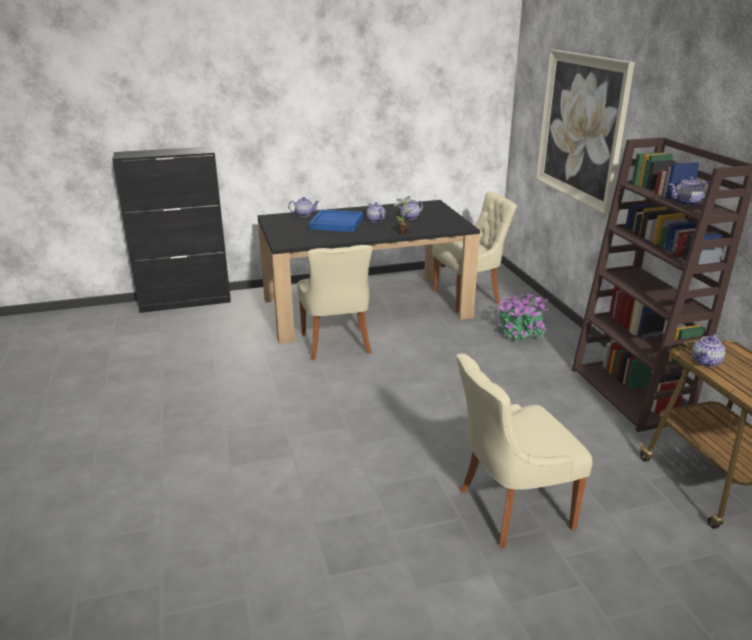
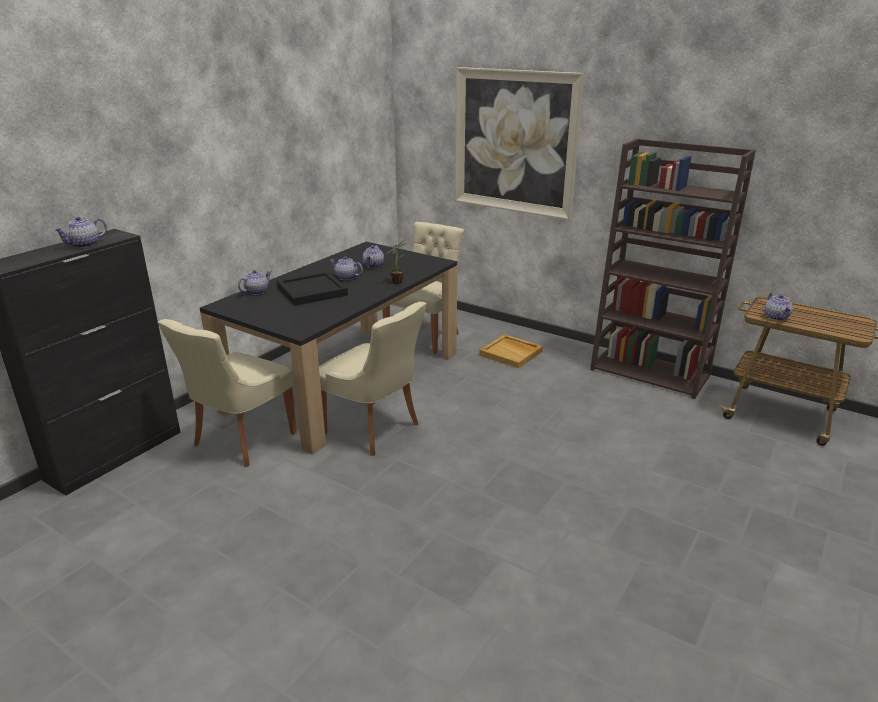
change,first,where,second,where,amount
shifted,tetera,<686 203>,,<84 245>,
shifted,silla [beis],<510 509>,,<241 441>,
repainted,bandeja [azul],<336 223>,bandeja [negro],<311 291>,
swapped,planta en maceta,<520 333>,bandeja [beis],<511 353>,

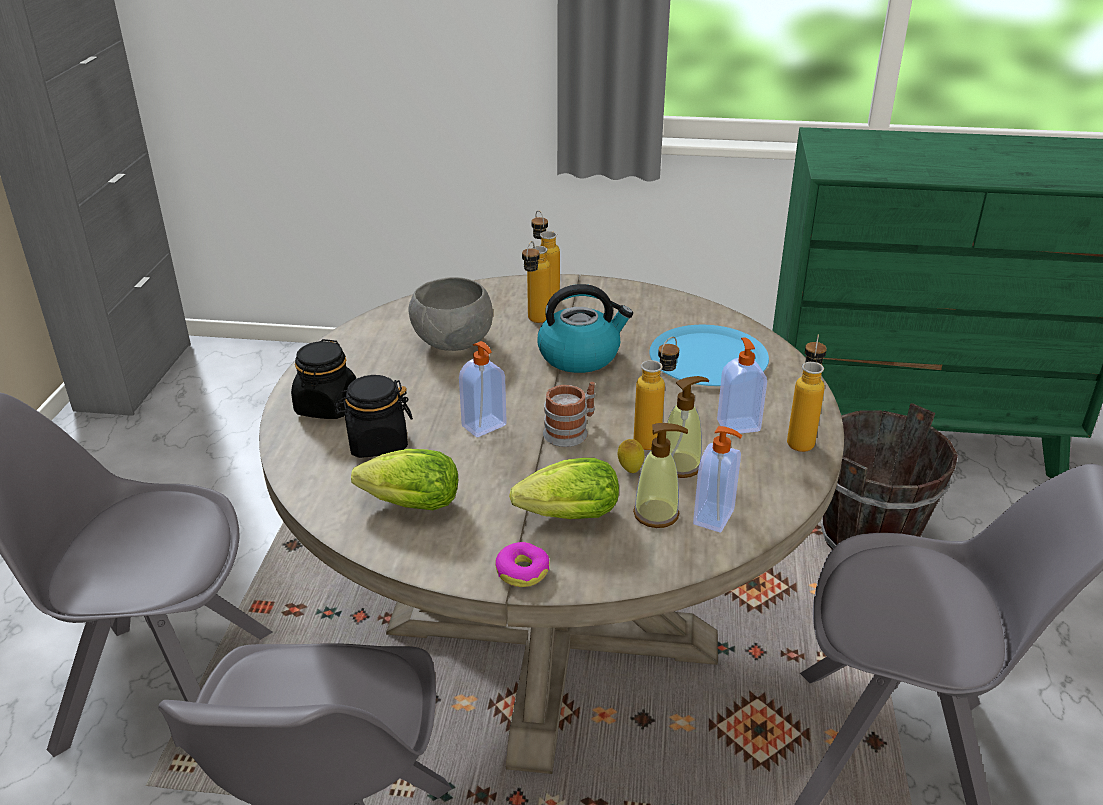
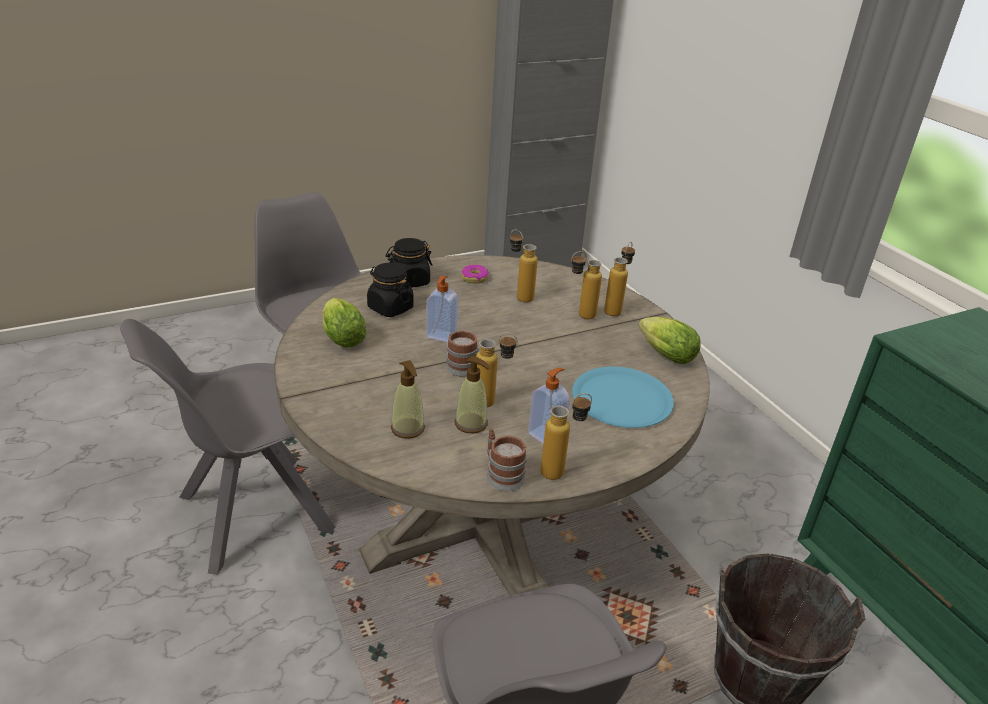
change,first,where,second,where,amount
shifted,rosquilla,<522 571>,,<474 278>,
new,,,taza grande,<502 474>,
swapped,cuenco [gris],<454 343>,botella,<519 296>,
shifted,lechuga,<563 517>,,<663 354>,
gone,hervidor,<580 356>,,,
gone,limón,<630 470>,,,
gone,dispensador de jabón,<715 517>,,,

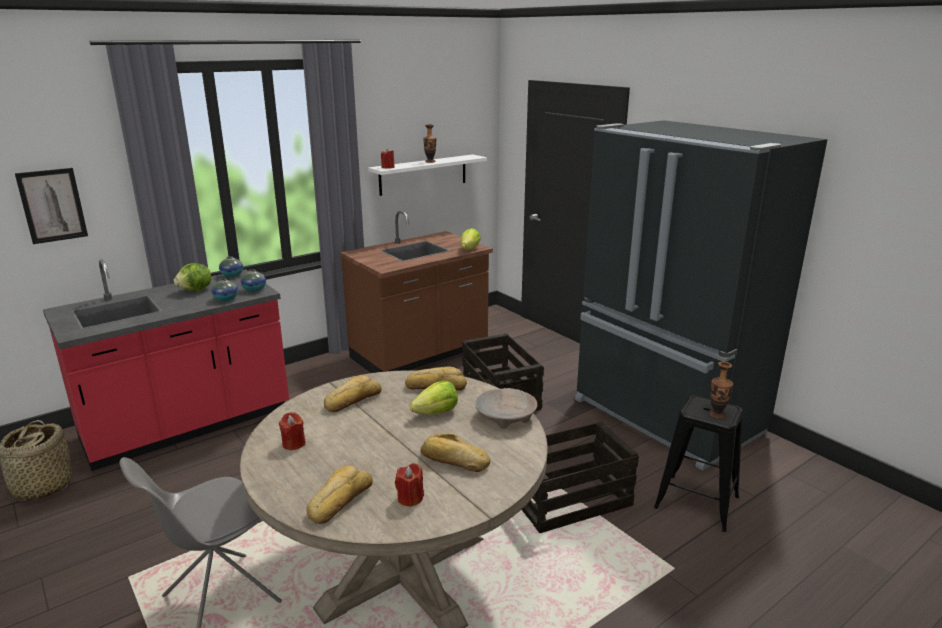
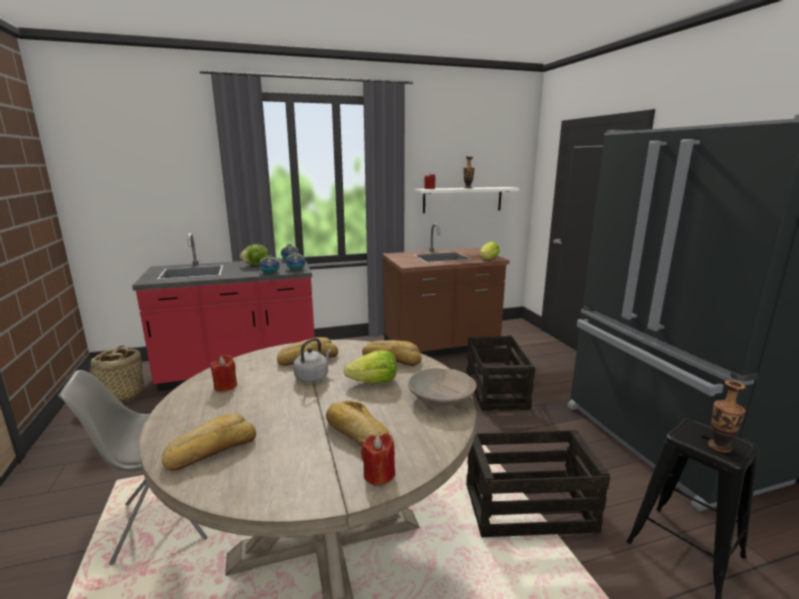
change,first,where,second,where,amount
new,,,hervidor [gris],<313 377>,
shifted,vela [rojo],<410 498>,,<379 475>,
gone,cuadro,<52 205>,,,

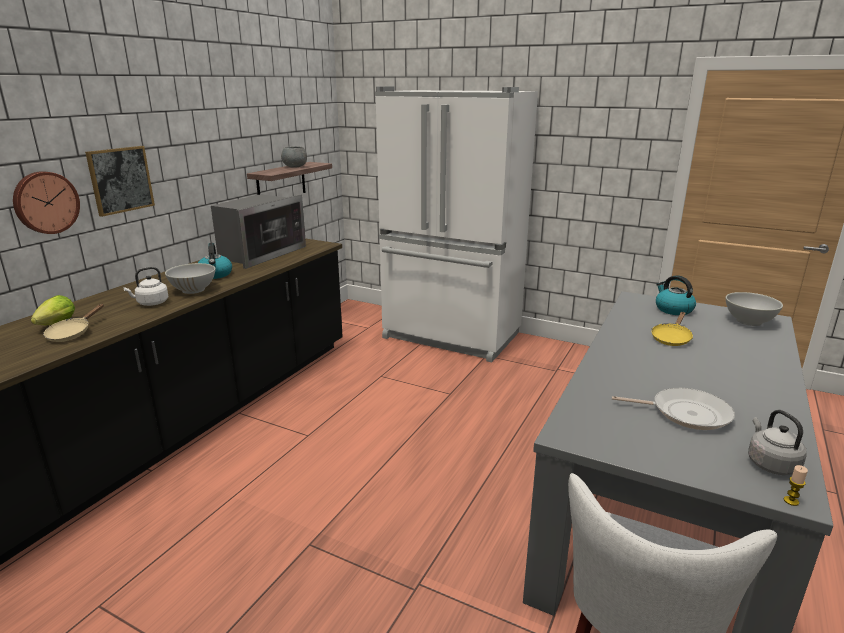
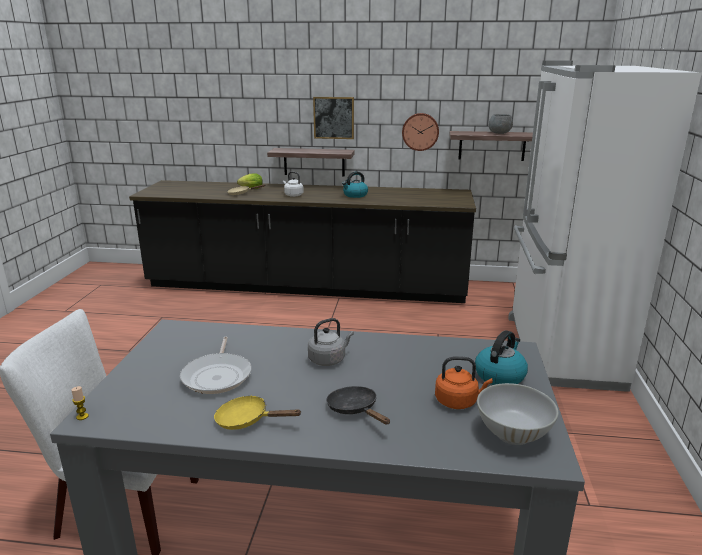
change,first,where,second,where,amount
shifted,sartén [amarillo],<671 338>,,<247 420>,
new,,,estante,<314 162>,
shifted,hervidor [gris],<770 463>,,<328 359>,
new,,,sartén [negro],<355 409>,
shifted,reloj de pared,<45 202>,,<420 131>,
new,,,hervidor [naranja],<458 401>,
gone,cuenco [blanco],<193 290>,,,
gone,microondas,<260 253>,,,

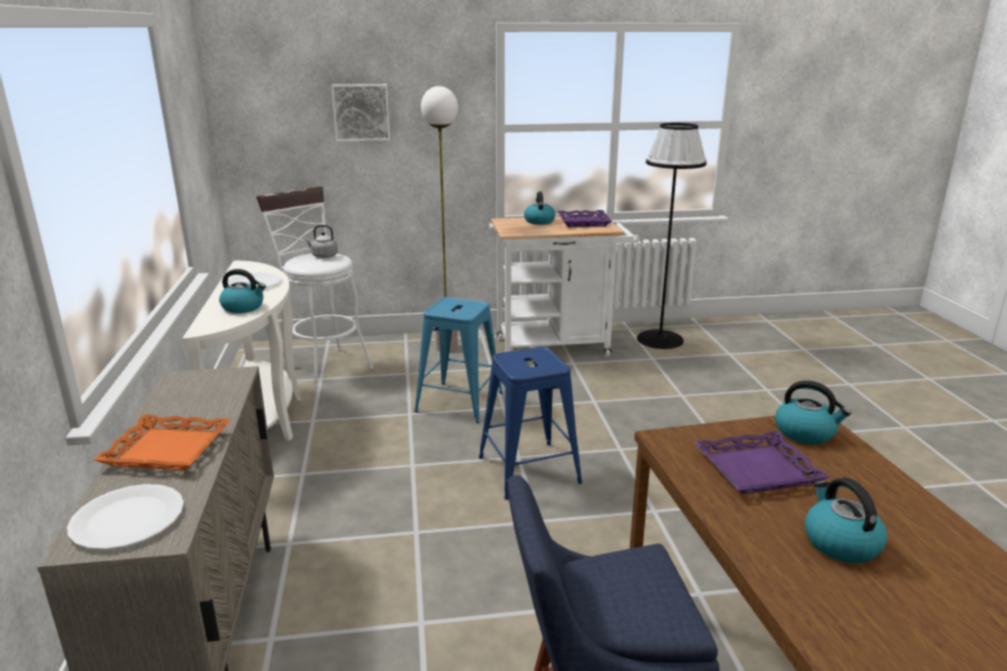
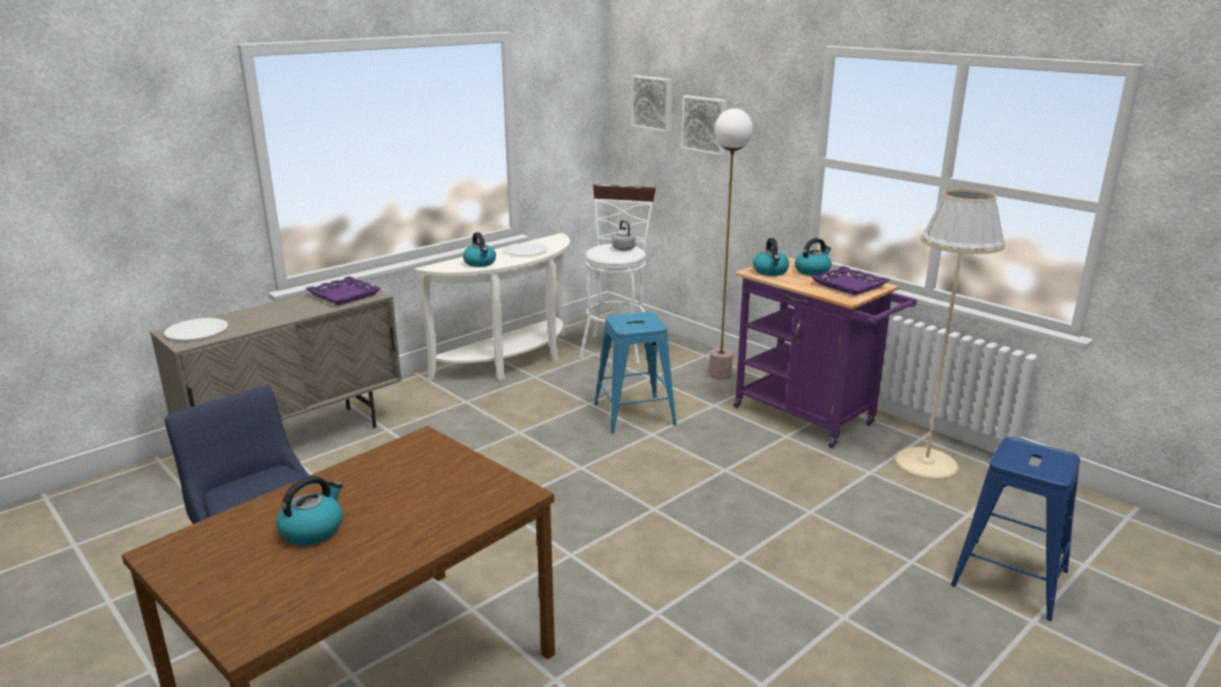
change,first,where,second,where,amount
shifted,bandeja [morado],<757 469>,,<344 295>,
new,,,cuadro,<653 103>,
repainted,carrito [blanco],<559 346>,carrito [morado],<810 418>,
shifted,hervidor,<805 432>,,<770 271>,
repainted,lámpara de pie [negro],<660 339>,lámpara de pie [beis],<926 463>,
shifted,taburete [azul],<529 470>,,<1010 579>,
gone,bandeja [naranja],<167 450>,,,

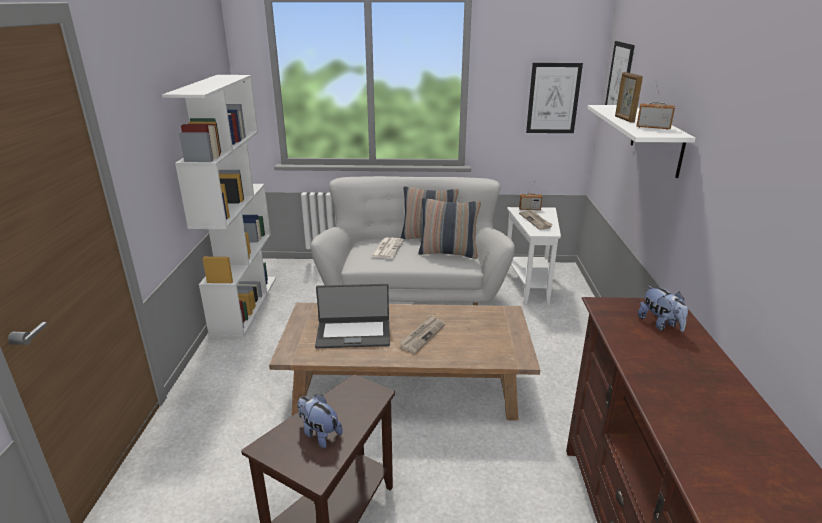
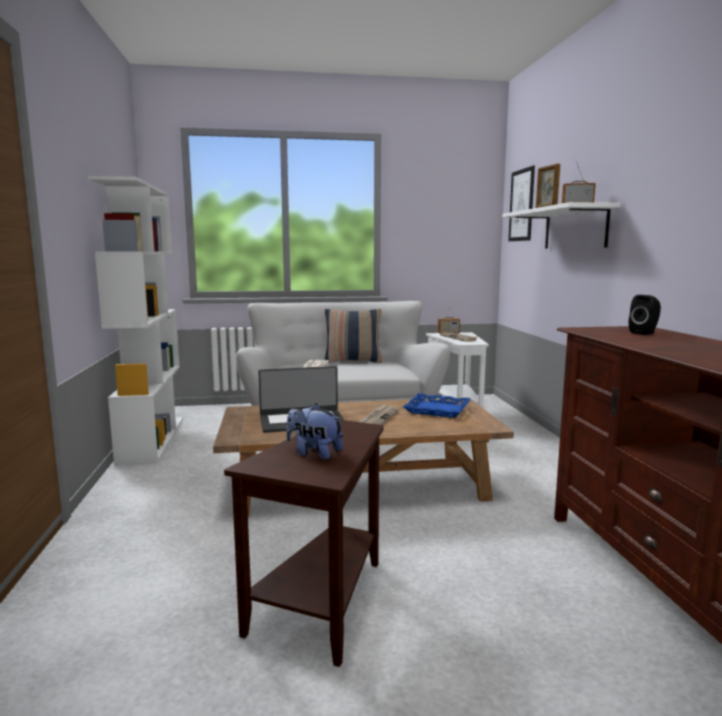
change,first,where,second,where,amount
new,,,bandeja [azul],<437 409>,
swapped,peluche,<660 324>,altavoz [negro],<644 333>,
gone,cojín,<448 253>,,,
gone,cuadro,<553 98>,,,

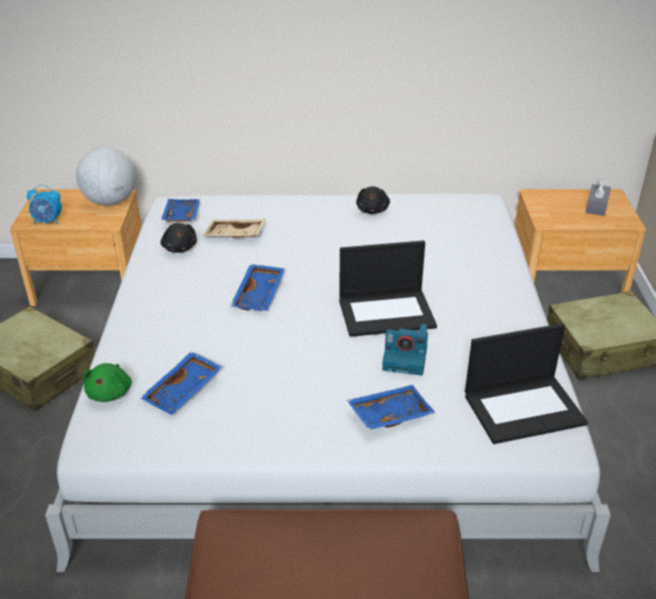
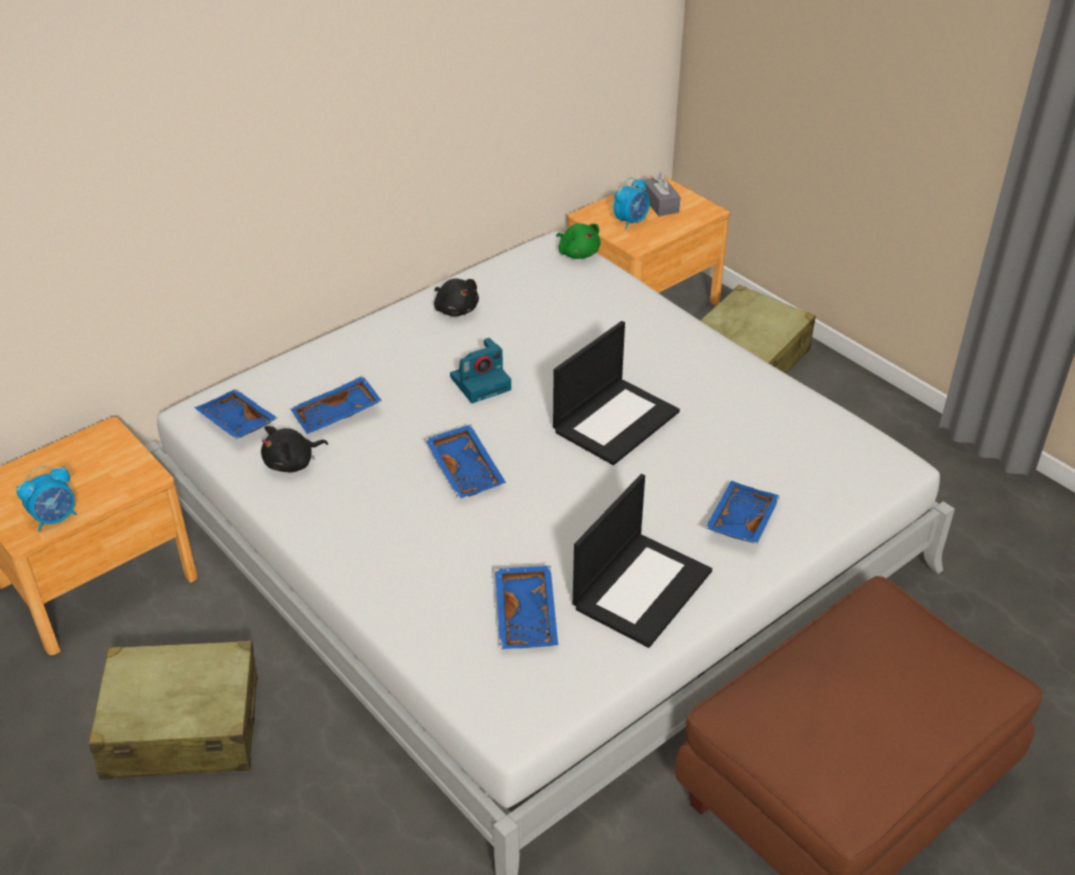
change,first,where,second,where,amount
rotated,peluche [negro],<179 248>,,<292 463>,120 degrees clockwise
repainted,bandeja [beis],<234 235>,bandeja [azul],<337 415>,
shifted,cámara,<406 358>,,<481 382>,
shifted,peluche [verde],<110 392>,,<578 253>,
shifted,portátil,<524 408>,,<642 588>,
new,,,despertador,<631 221>,
gone,globo terráqueo,<110 202>,,,

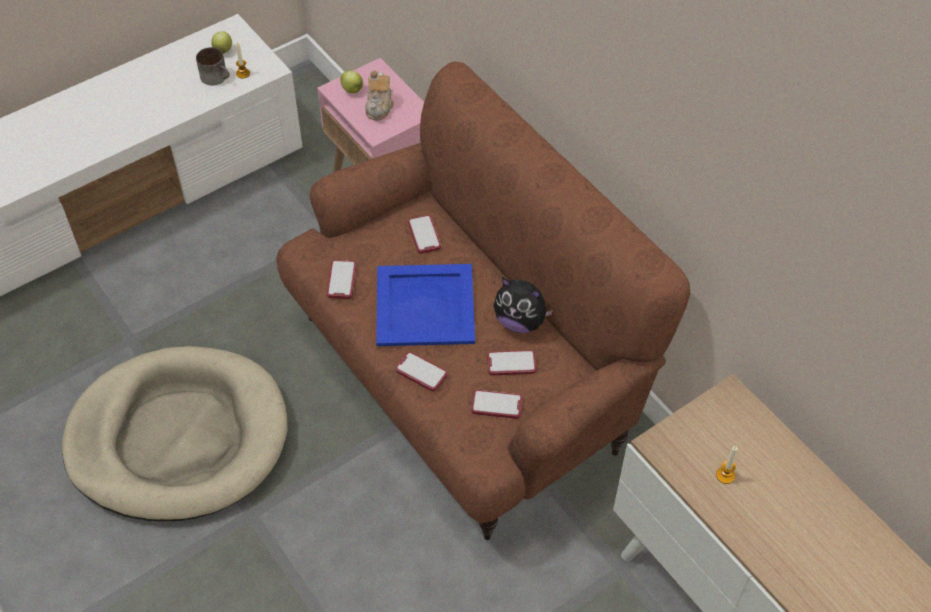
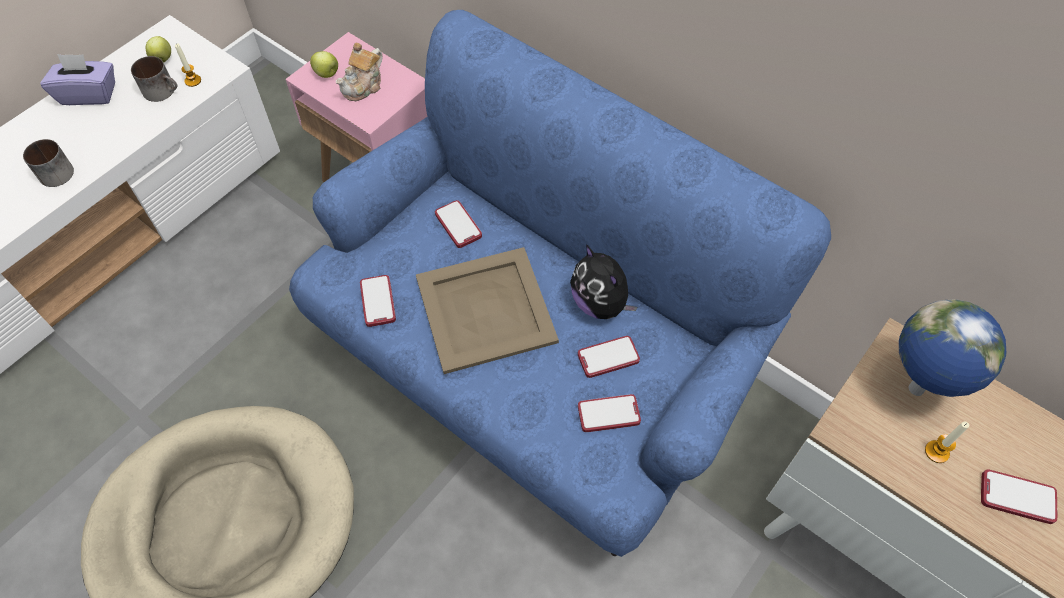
change,first,where,second,where,amount
new,,,taza grande,<53 172>,
new,,,caja de pañuelos [morado],<89 94>,
repainted,sofá [marrón],<464 379>,sofá [azul],<531 371>,
rotated,tetera,<379 106>,,<364 86>,45 degrees clockwise
repainted,bandeja [azul],<424 304>,bandeja [beis],<484 309>,
rotated,peluche,<520 321>,,<600 303>,45 degrees clockwise
new,,,globo terráqueo,<915 390>,
shifted,móvil,<421 372>,,<1017 497>,

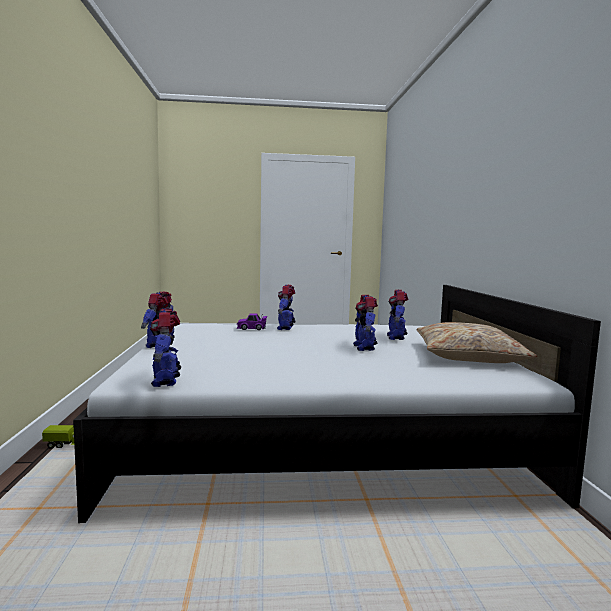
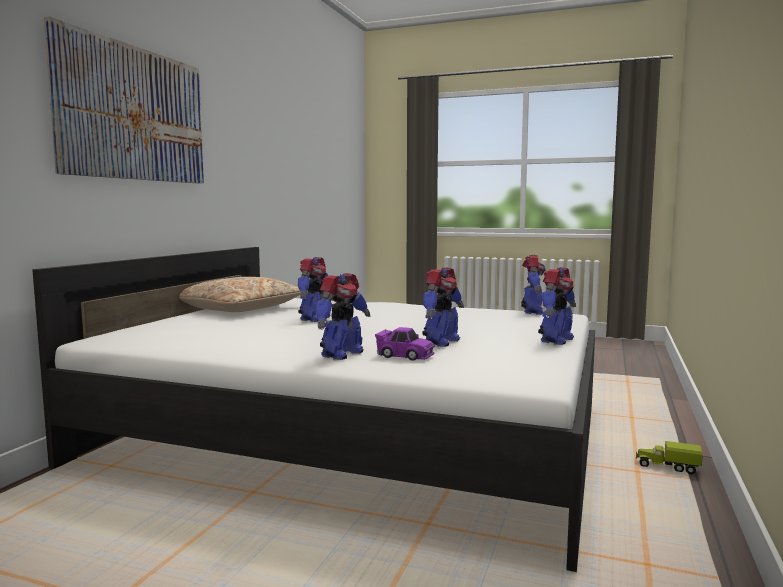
change,first,where,second,where,amount
new,,,cuadro,<134 114>,
shifted,robot de juguete,<396 337>,,<440 342>,

